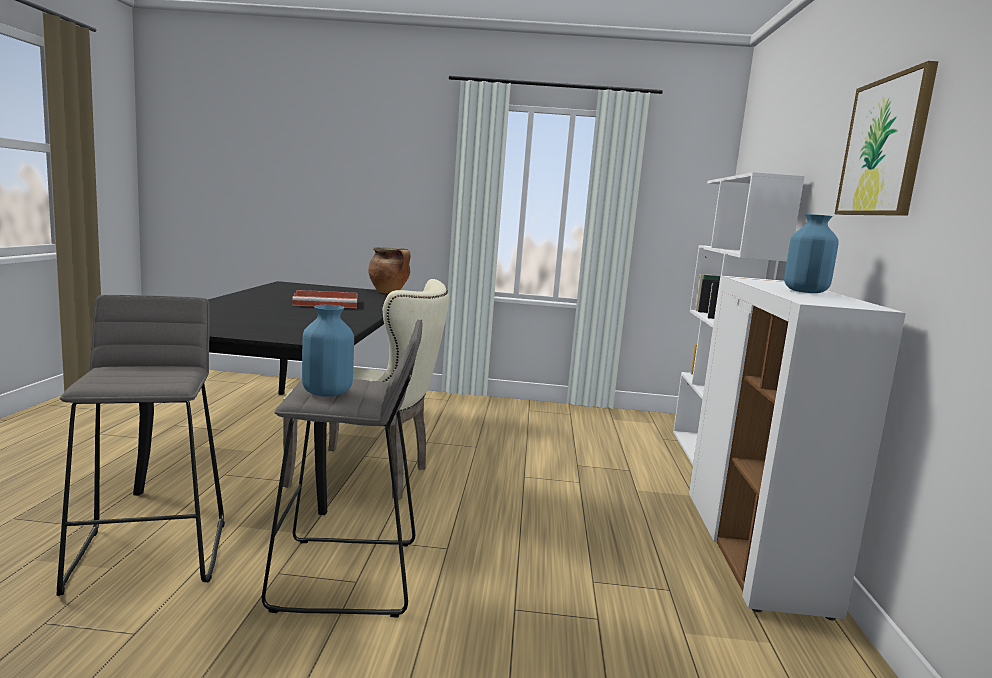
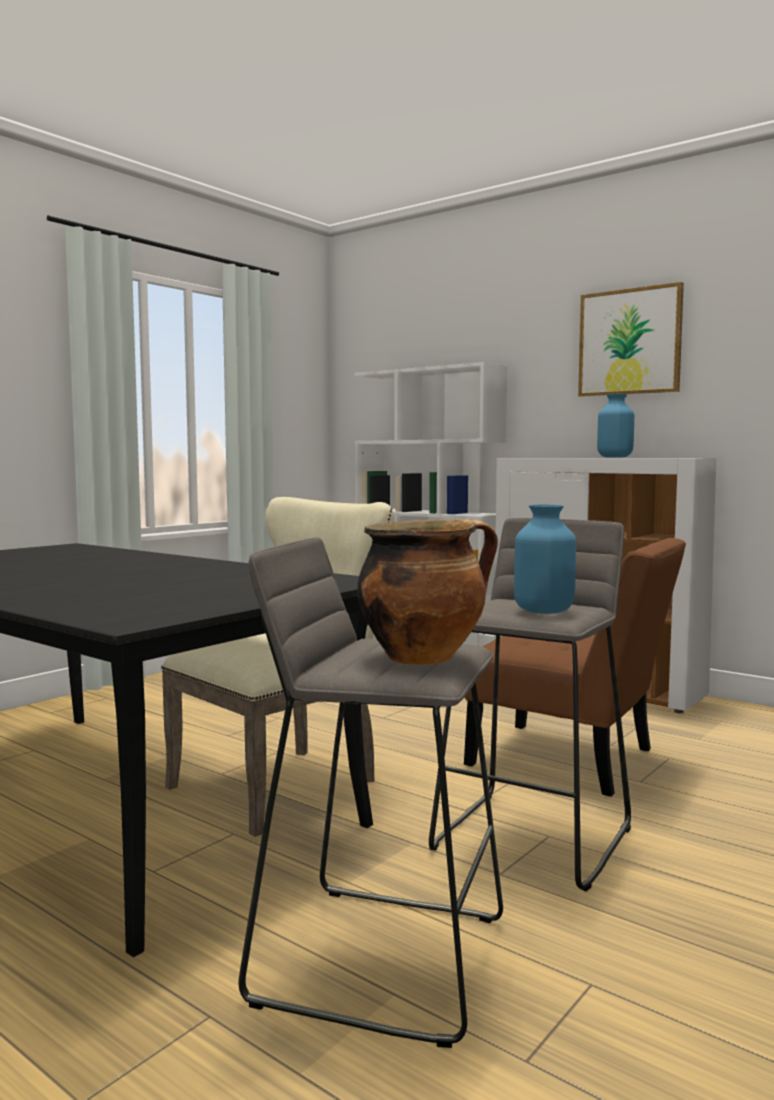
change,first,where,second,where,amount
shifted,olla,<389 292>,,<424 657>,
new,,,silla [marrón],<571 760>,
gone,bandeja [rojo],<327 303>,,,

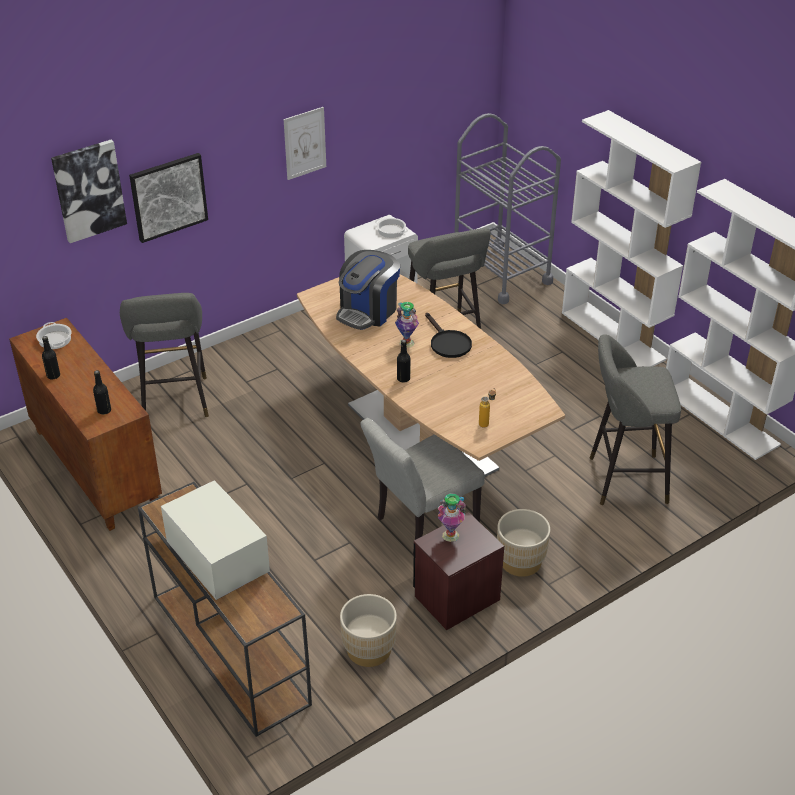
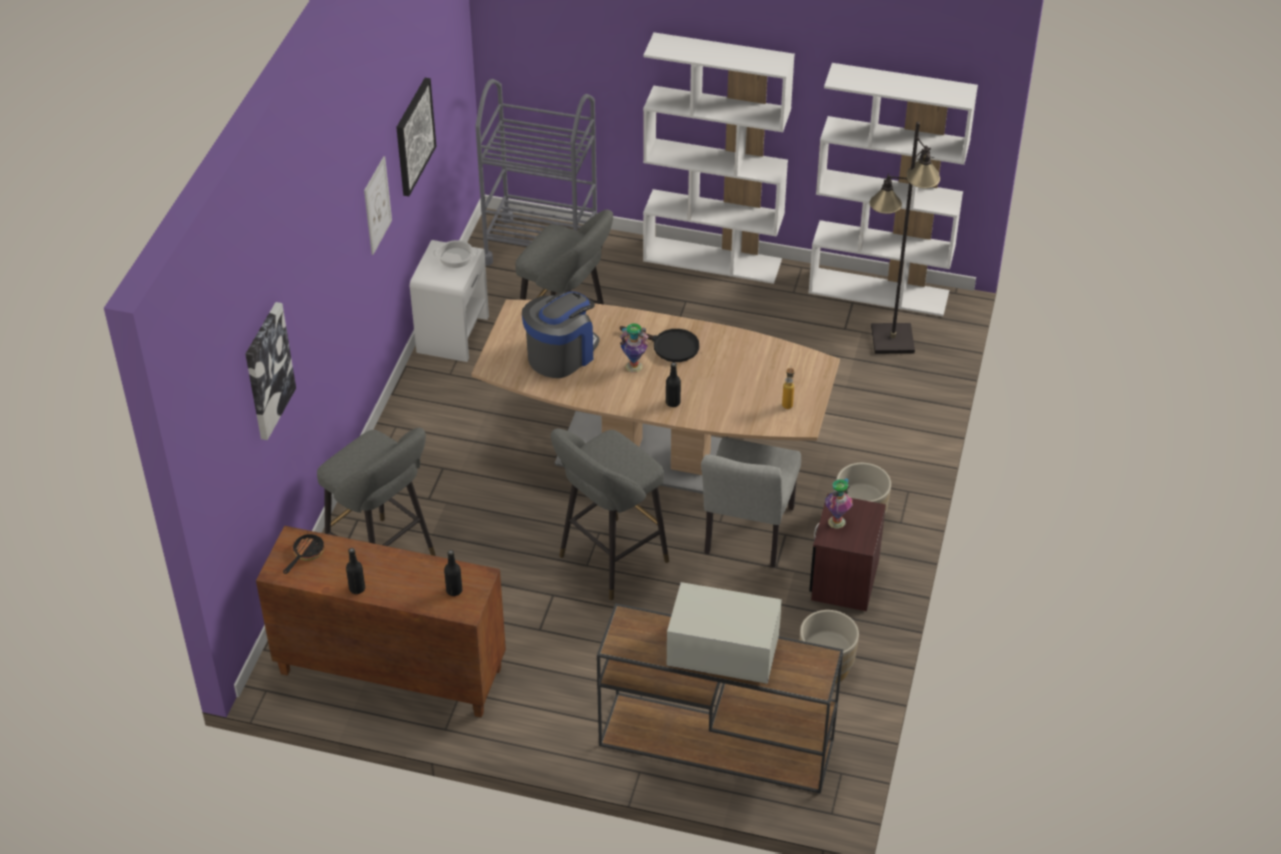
change,first,where,second,where,amount
swapped,olla,<54 339>,sartén,<306 554>,
shifted,cuadro,<168 197>,,<414 136>,
rotated,cafetera,<368 311>,,<561 354>,135 degrees counterclockwise
shifted,taburete [gris],<622 480>,,<609 561>,
new,,,lámpara de pie [negro],<892 340>,

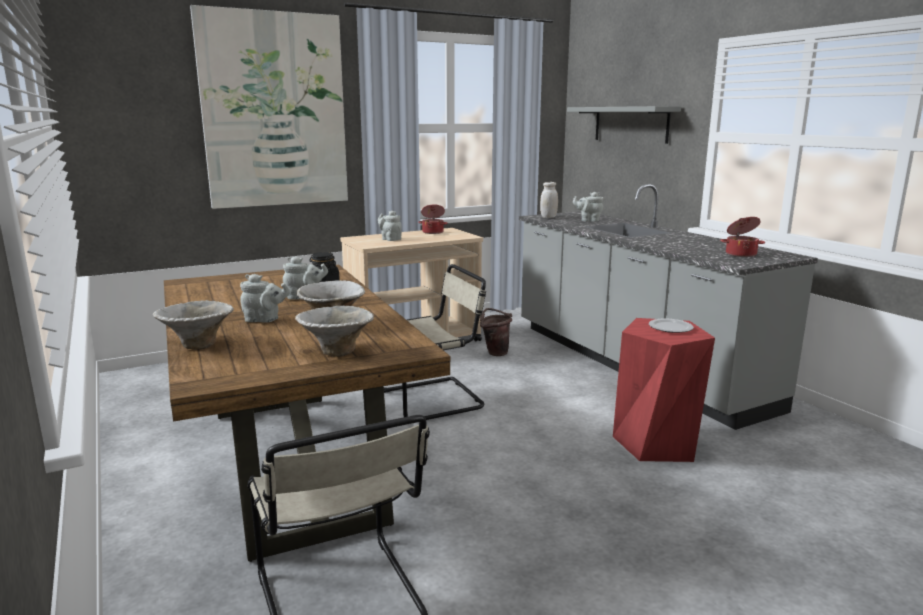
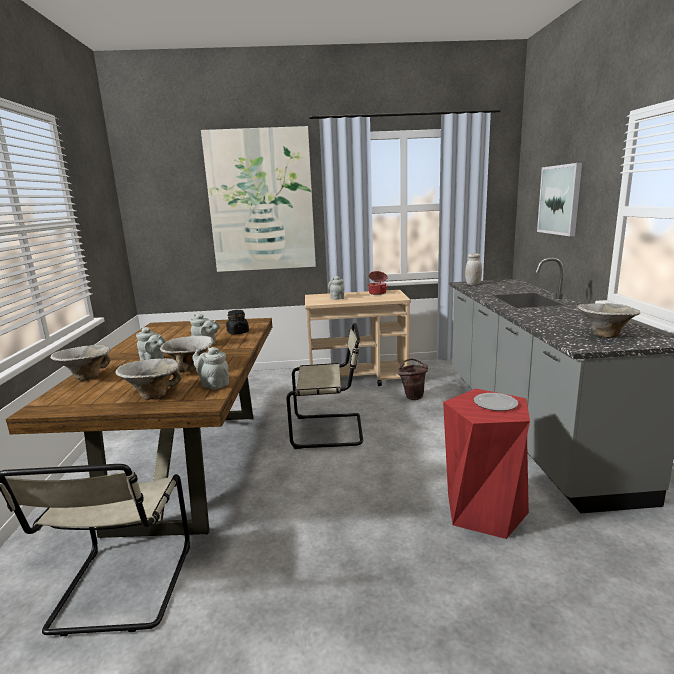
change,first,where,second,where,amount
shifted,tetera [gris],<588 220>,,<213 384>,
swapped,estante [gris],<631 124>,cuadro,<560 200>,
swapped,olla,<740 254>,cuenco,<604 335>,

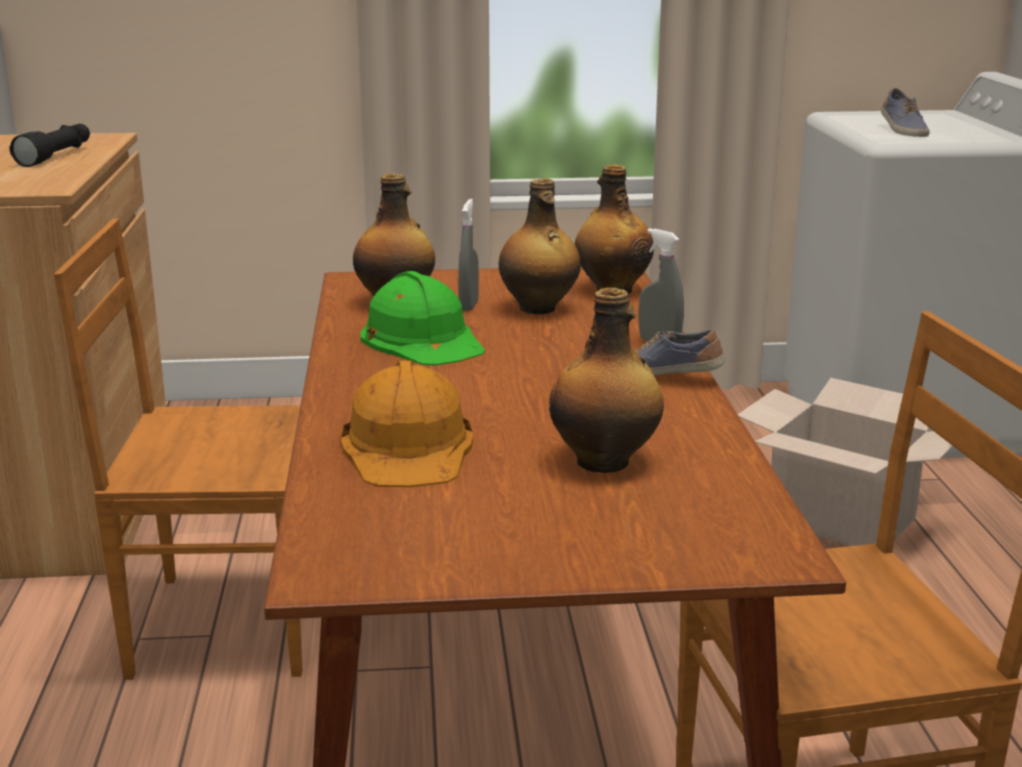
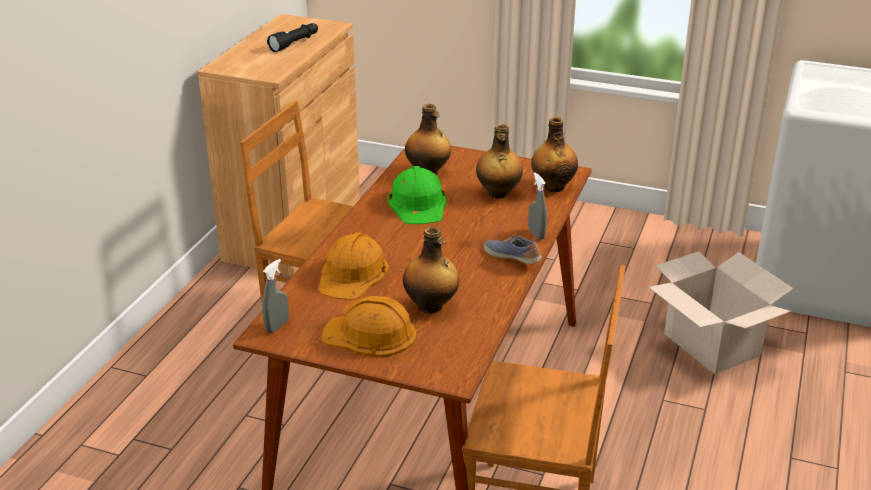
change,first,where,second,where,amount
shifted,pulverizador [gris],<469 306>,,<277 326>,
new,,,casco [naranja],<370 335>,
gone,zapato,<902 130>,,,

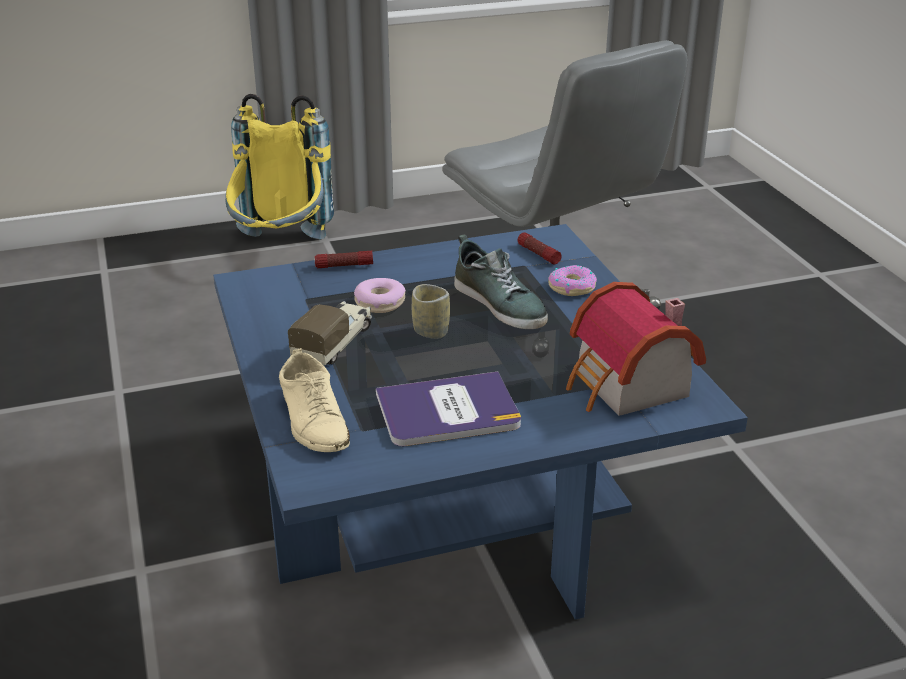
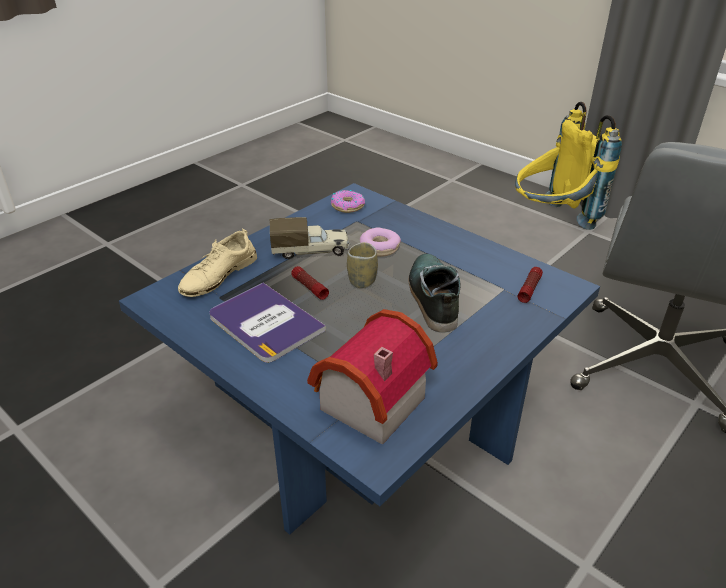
change,first,where,second,where,amount
shifted,linterna,<344 266>,,<309 287>,
shifted,rosquilla,<572 287>,,<347 206>,
rotated,zapato,<500 303>,,<432 297>,150 degrees clockwise

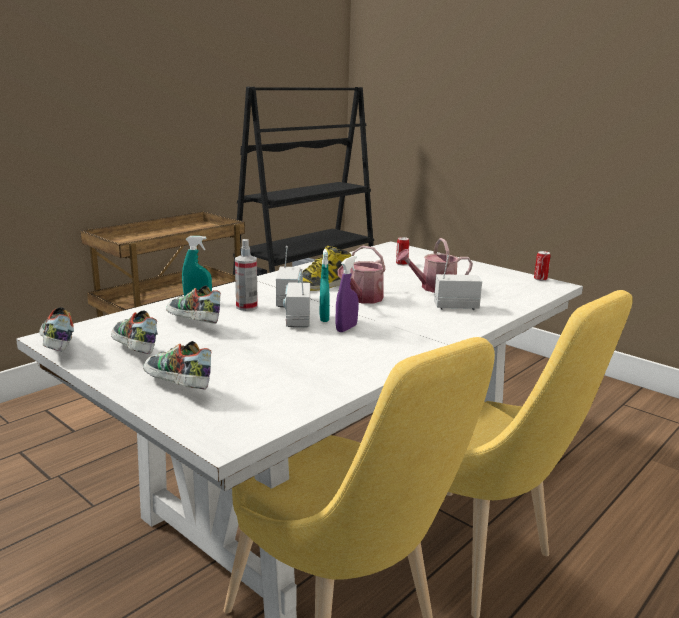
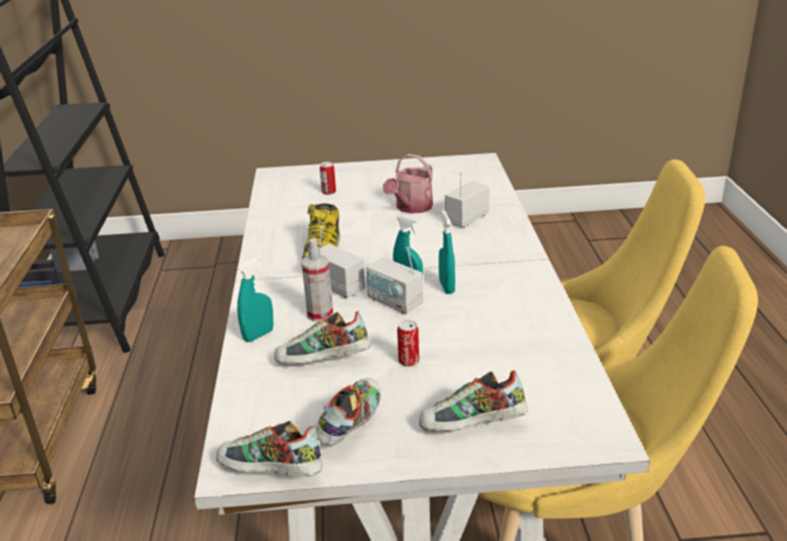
change,first,where,second,where,amount
rotated,zapato,<133 352>,,<350 424>,105 degrees clockwise
shifted,lata,<540 279>,,<408 361>,
repainted,pulverizador [morado],<346 328>,pulverizador [turquesa],<446 287>,
gone,regadera,<362 299>,,,

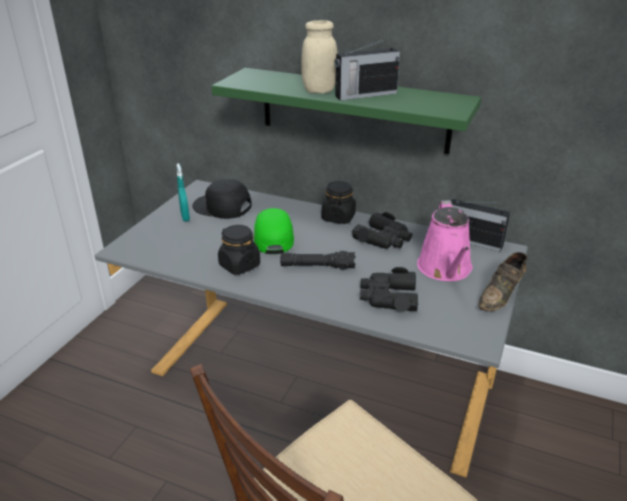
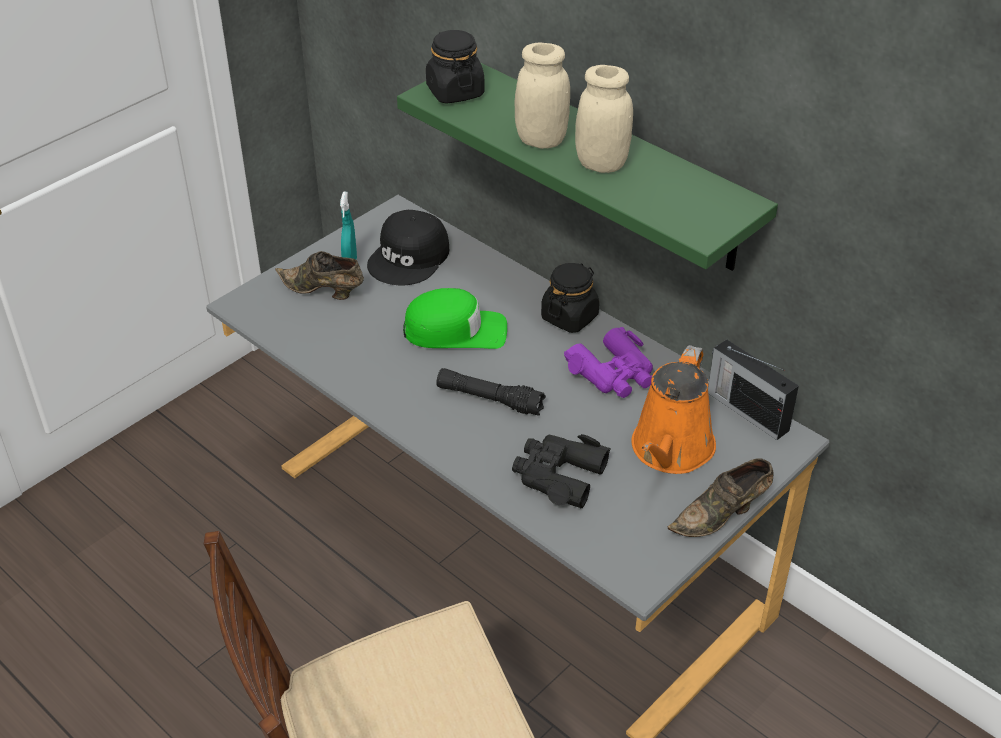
change,first,where,second,where,amount
new,,,zapato [marrón],<323 291>,
rotated,gorra [negro],<222 207>,,<410 258>,105 degrees counterclockwise
rotated,gorra [verde],<273 236>,,<455 331>,75 degrees clockwise
shifted,tarro [negro],<239 265>,,<455 91>,
repainted,prismáticos [negro],<383 239>,prismáticos [morado],<613 373>,
swapped,radio,<365 95>,tarro [beis],<601 164>,
repainted,regadera [rosa],<445 269>,regadera [naranja],<670 450>,

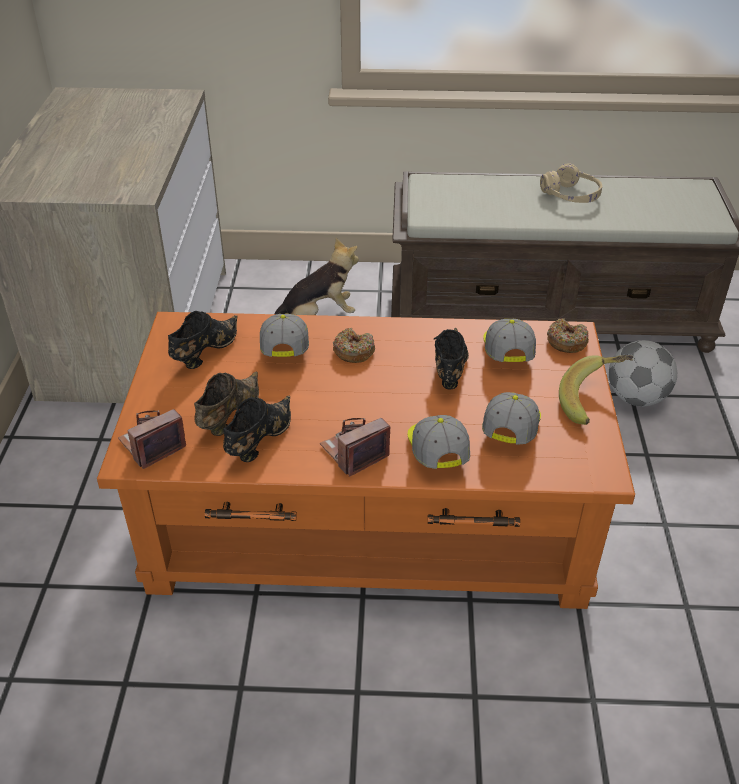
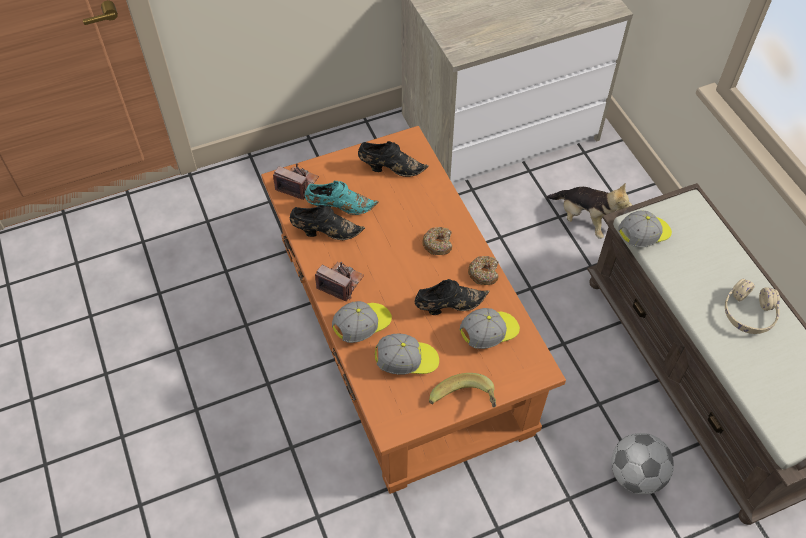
change,first,where,second,where,amount
repainted,zapato [marrón],<228 416>,zapato [turquesa],<339 207>,
shifted,rosquilla,<566 342>,,<484 273>,
shifted,gorra,<285 348>,,<643 235>,

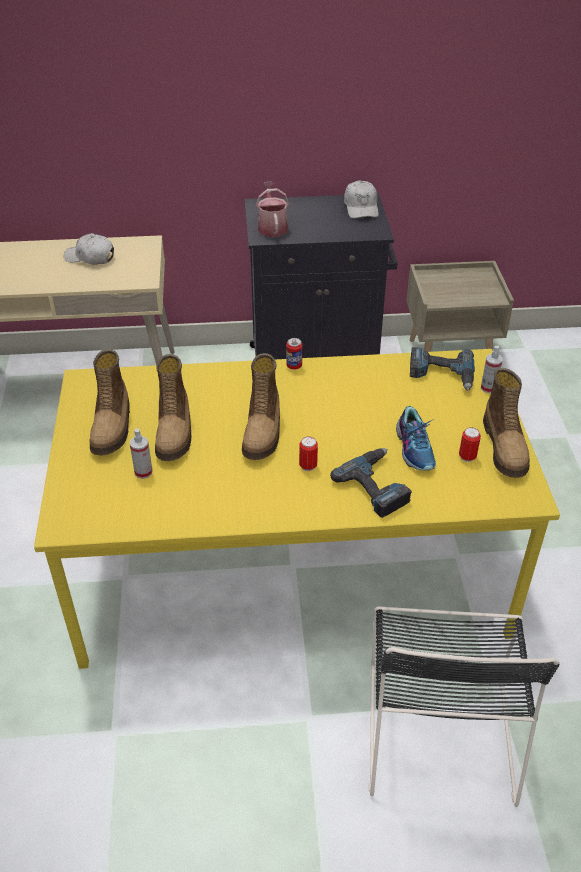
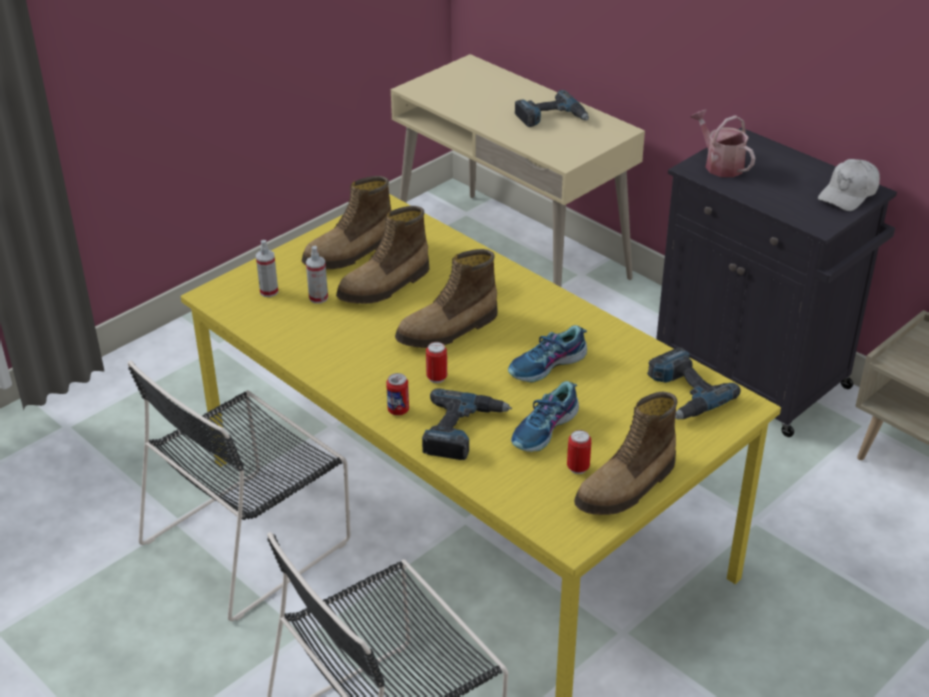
change,first,where,second,where,amount
new,,,silla [negro],<251 539>,
shifted,pulverizador,<488 388>,,<269 291>,
shifted,lata,<294 366>,,<398 410>,
new,,,zapato,<547 366>,
swapped,gorra [blanco],<90 257>,taladro,<551 117>,
rotated,regadera,<272 227>,,<720 165>,75 degrees counterclockwise

